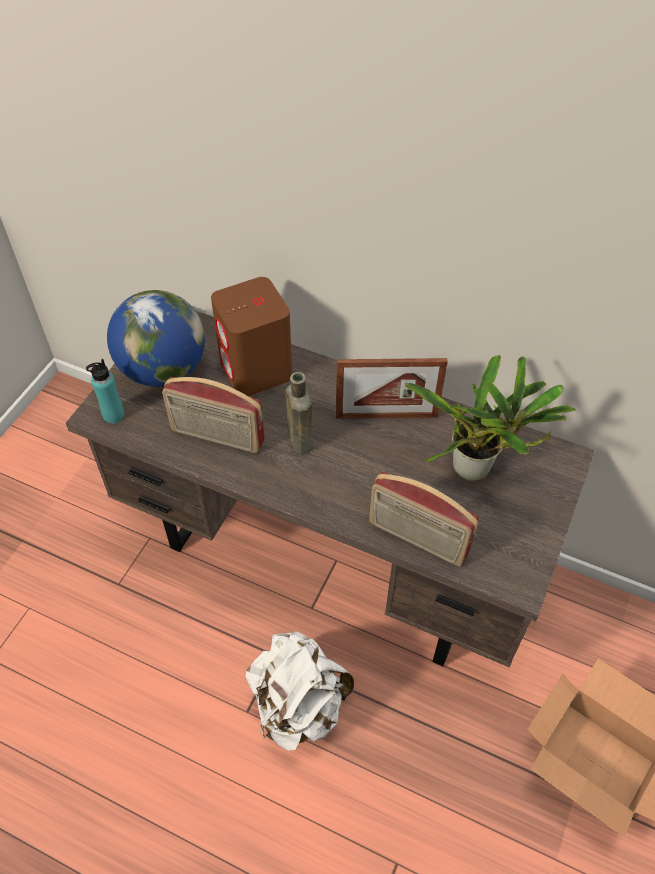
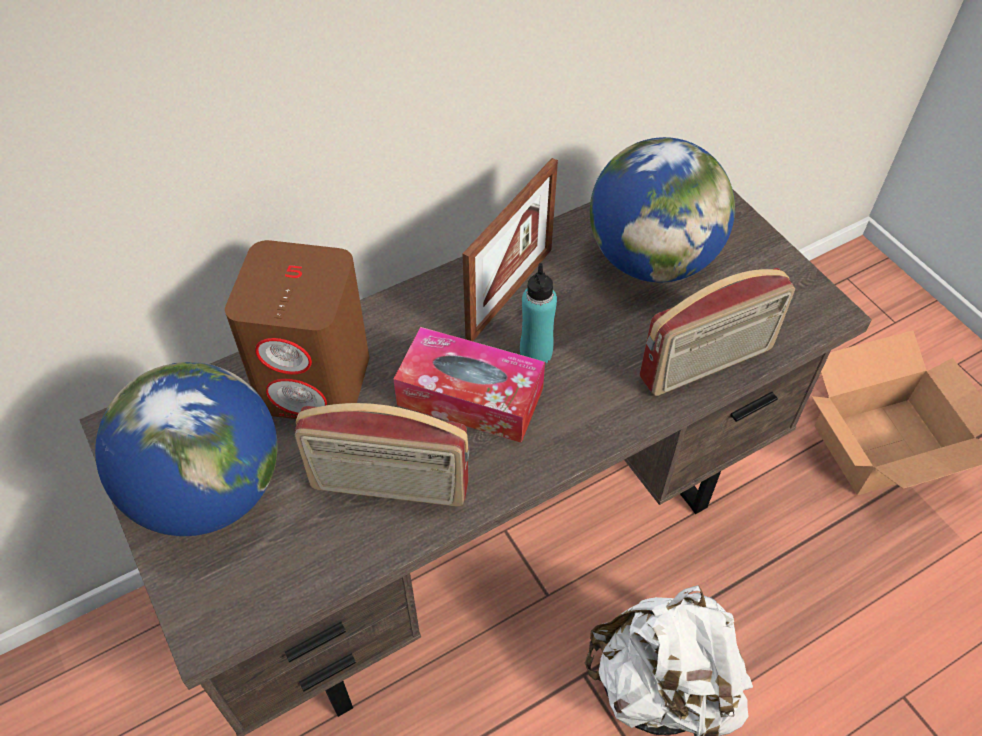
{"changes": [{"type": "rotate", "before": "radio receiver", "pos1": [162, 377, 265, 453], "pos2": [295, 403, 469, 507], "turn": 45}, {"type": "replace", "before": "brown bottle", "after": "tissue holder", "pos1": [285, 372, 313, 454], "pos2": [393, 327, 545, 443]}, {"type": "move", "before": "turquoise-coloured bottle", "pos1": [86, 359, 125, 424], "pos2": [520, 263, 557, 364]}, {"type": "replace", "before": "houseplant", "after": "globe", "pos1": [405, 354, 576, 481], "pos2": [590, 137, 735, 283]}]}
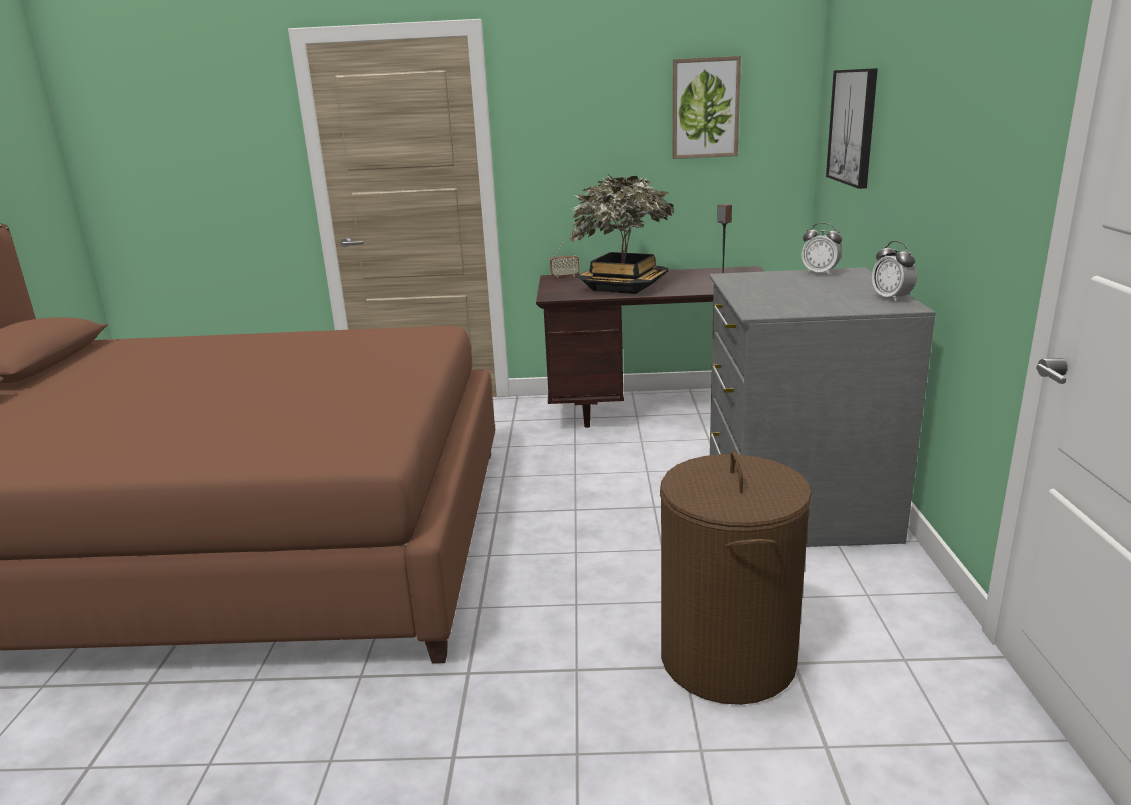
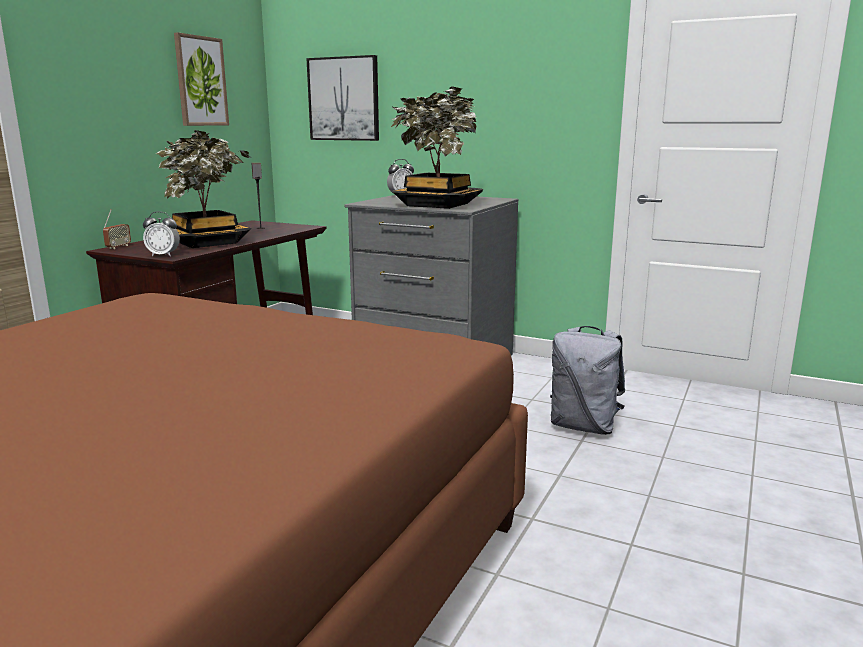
{"changes": [{"type": "move", "before": "table clock", "pos1": [872, 241, 917, 302], "pos2": [143, 211, 180, 257]}, {"type": "insert", "after": "houseplant", "pos2": [390, 86, 484, 209]}, {"type": "replace", "before": "brown washing basket", "after": "gray rucksack", "pos1": [660, 451, 812, 705], "pos2": [550, 326, 625, 435]}]}
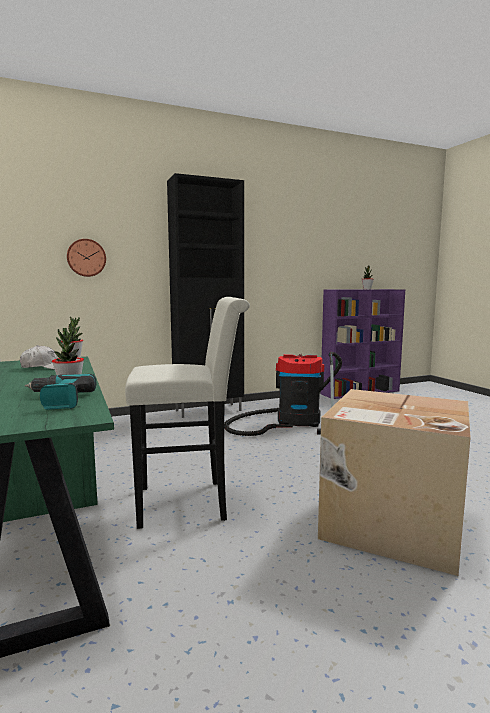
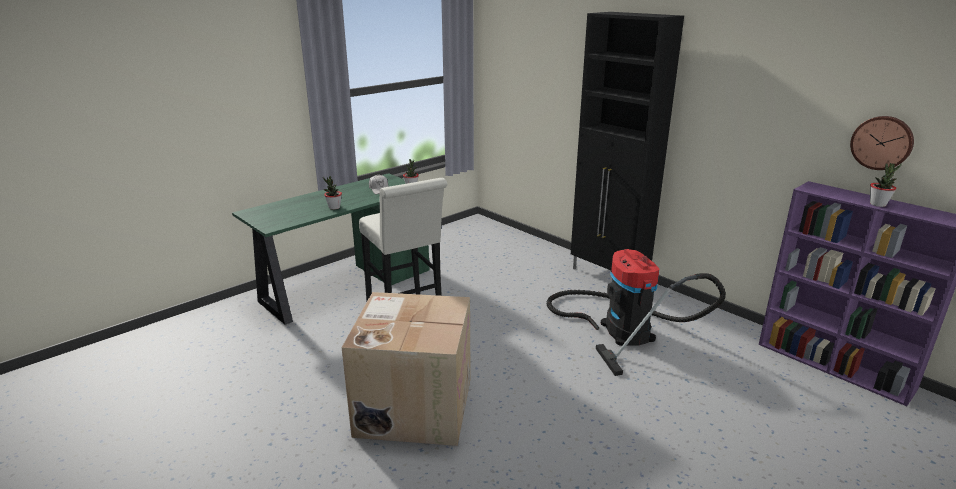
{"changes": [{"type": "move", "before": "clock on the wall", "pos1": [67, 239, 106, 277], "pos2": [850, 116, 914, 170]}, {"type": "delete", "before": "power drill", "pos1": [25, 374, 96, 410]}]}
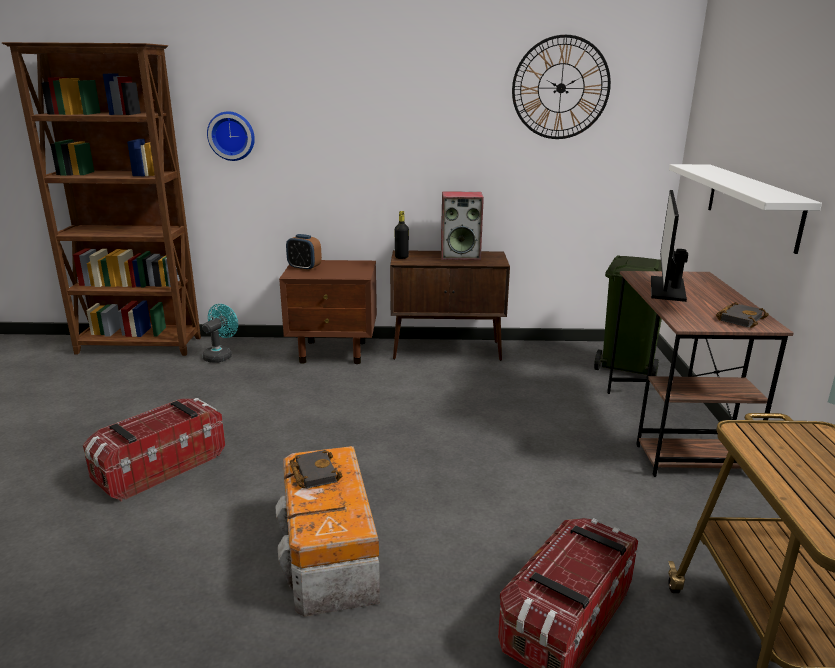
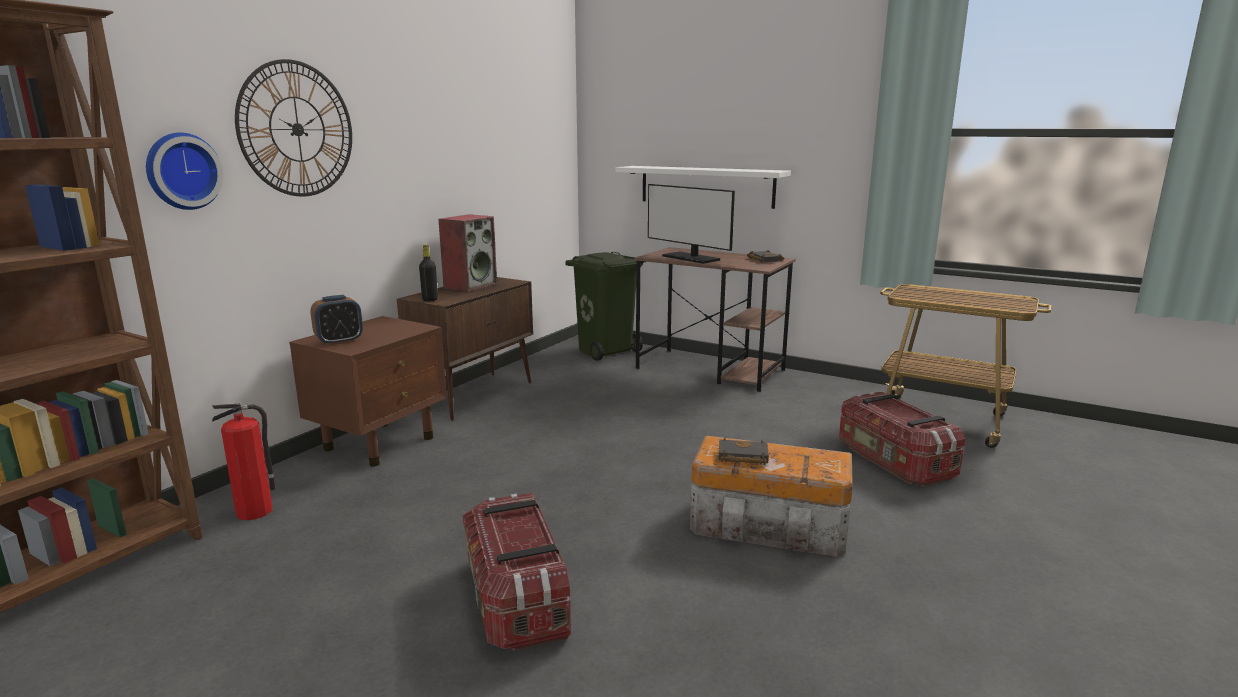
{"changes": [{"type": "replace", "before": "turquoise-coloured electric fan", "after": "fire-fighting cylinder", "pos1": [202, 304, 238, 363], "pos2": [212, 404, 275, 520]}, {"type": "move", "before": "clock on the wall", "pos1": [512, 35, 611, 139], "pos2": [235, 59, 352, 197]}]}
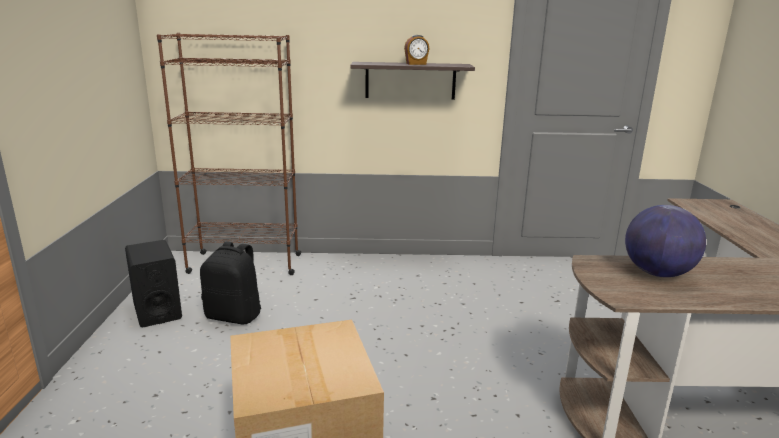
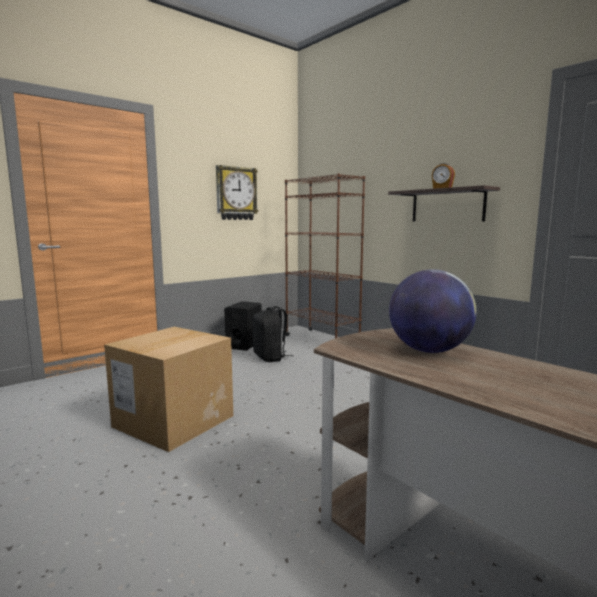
{"changes": [{"type": "insert", "after": "clock on the wall", "pos2": [216, 165, 258, 220]}]}
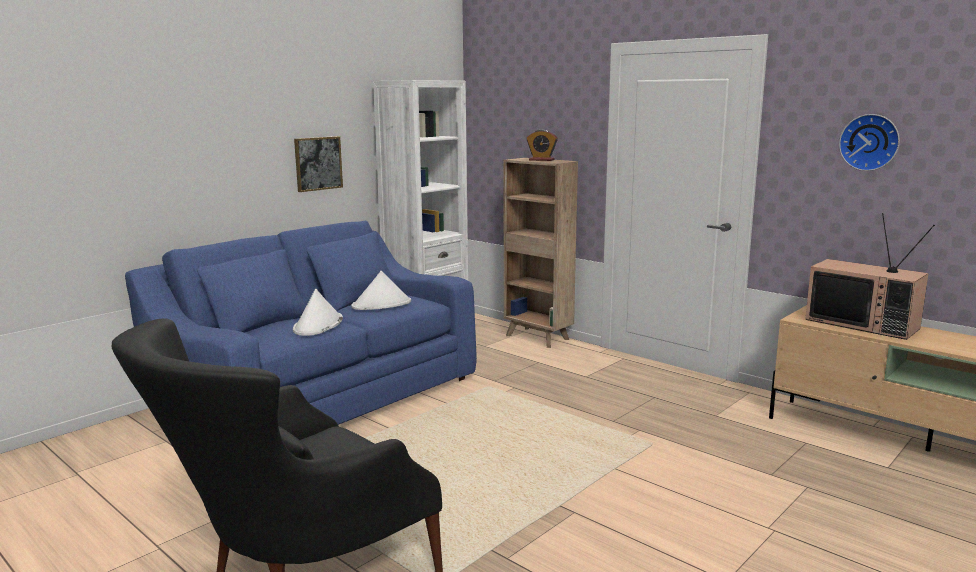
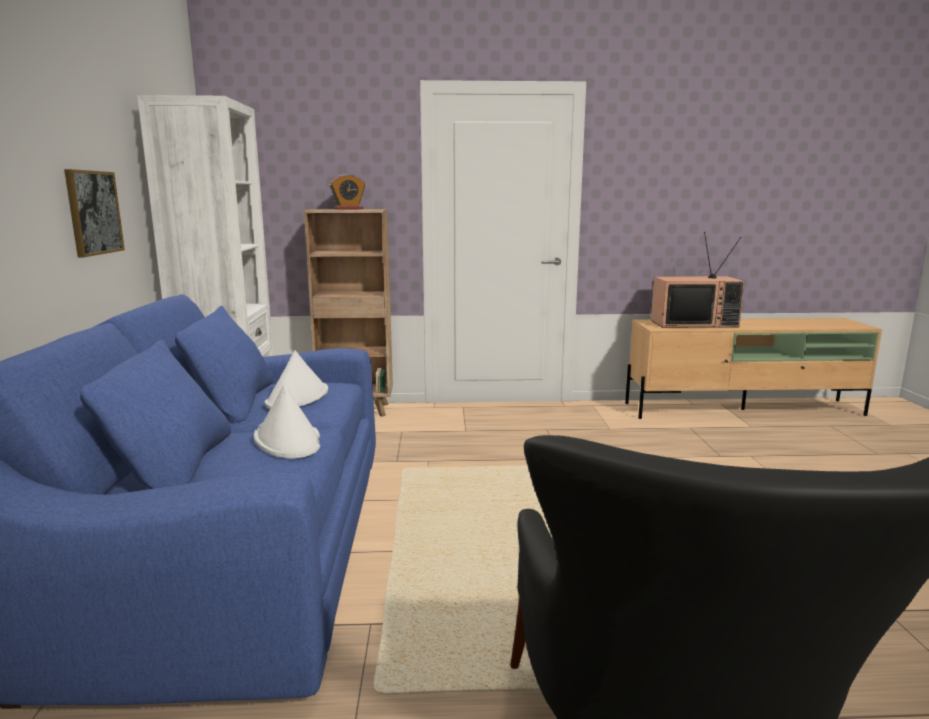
{"changes": [{"type": "delete", "before": "clock on the wall", "pos1": [839, 114, 900, 171]}]}
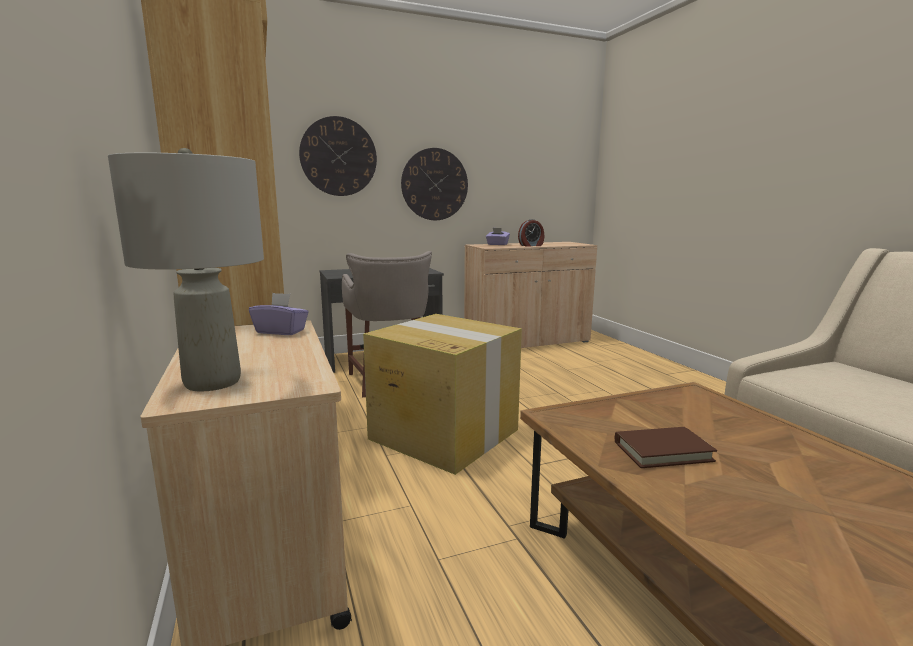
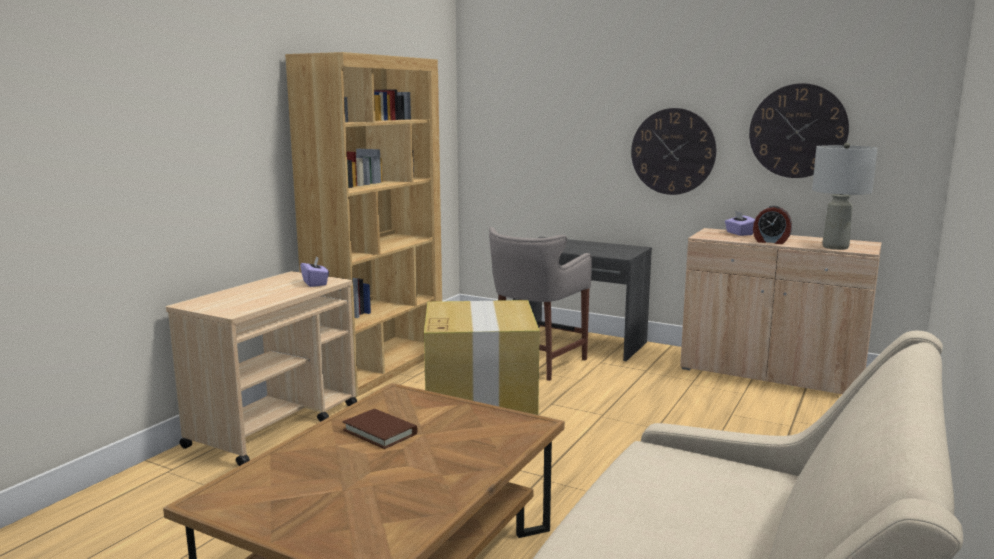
{"changes": [{"type": "move", "before": "clock on the wall", "pos1": [299, 116, 377, 196], "pos2": [749, 83, 849, 178]}, {"type": "move", "before": "gray lamp for a table", "pos1": [108, 148, 264, 391], "pos2": [812, 143, 878, 250]}]}
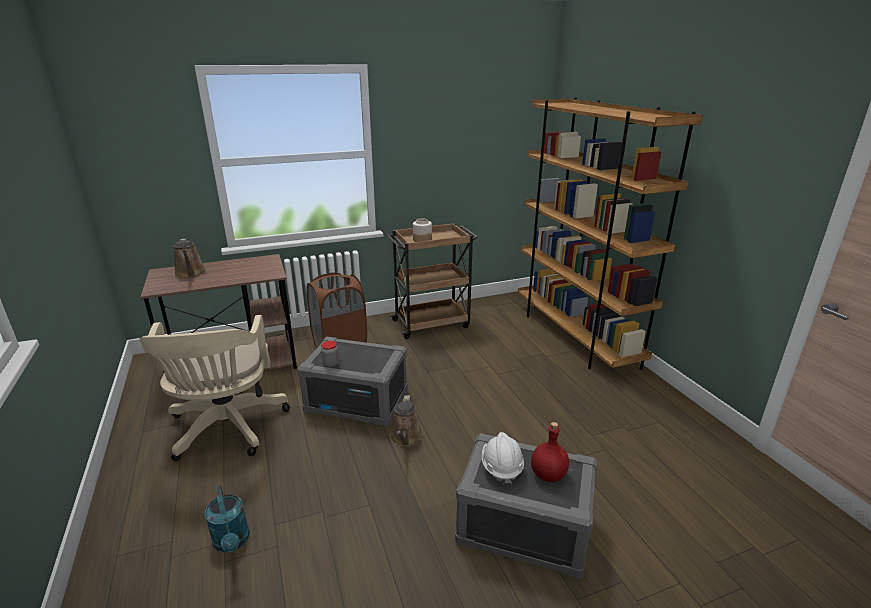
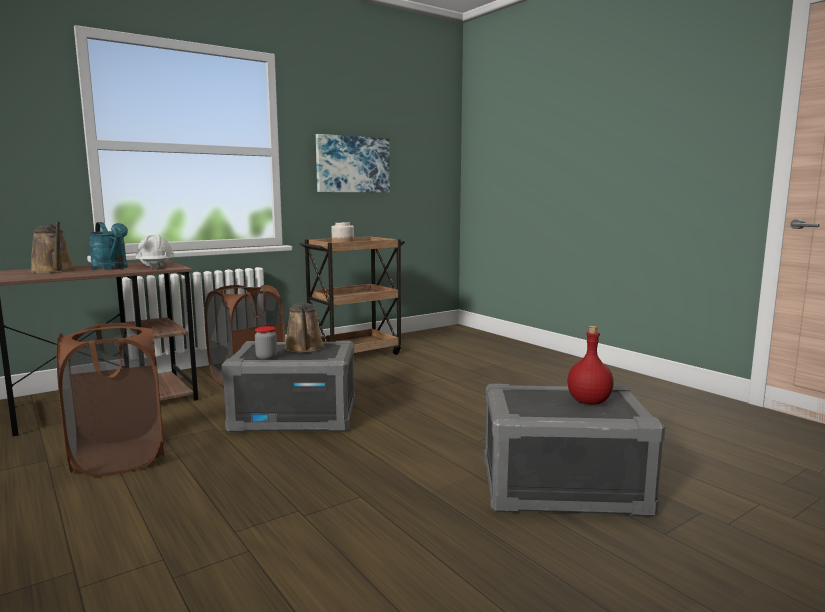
{"changes": [{"type": "replace", "before": "beige office chair", "after": "brown washing basket", "pos1": [140, 315, 290, 461], "pos2": [56, 323, 164, 477]}, {"type": "move", "before": "turquoise-coloured sprinkling can", "pos1": [204, 485, 250, 552], "pos2": [88, 222, 128, 270]}, {"type": "move", "before": "white-coloured hard hat", "pos1": [482, 432, 524, 486], "pos2": [135, 235, 174, 269]}, {"type": "move", "before": "brown sprinkling can", "pos1": [390, 395, 423, 447], "pos2": [285, 302, 324, 353]}, {"type": "insert", "after": "wall picture", "pos2": [316, 134, 390, 192]}, {"type": "delete", "before": "brown bookcase", "pos1": [518, 98, 703, 370]}]}
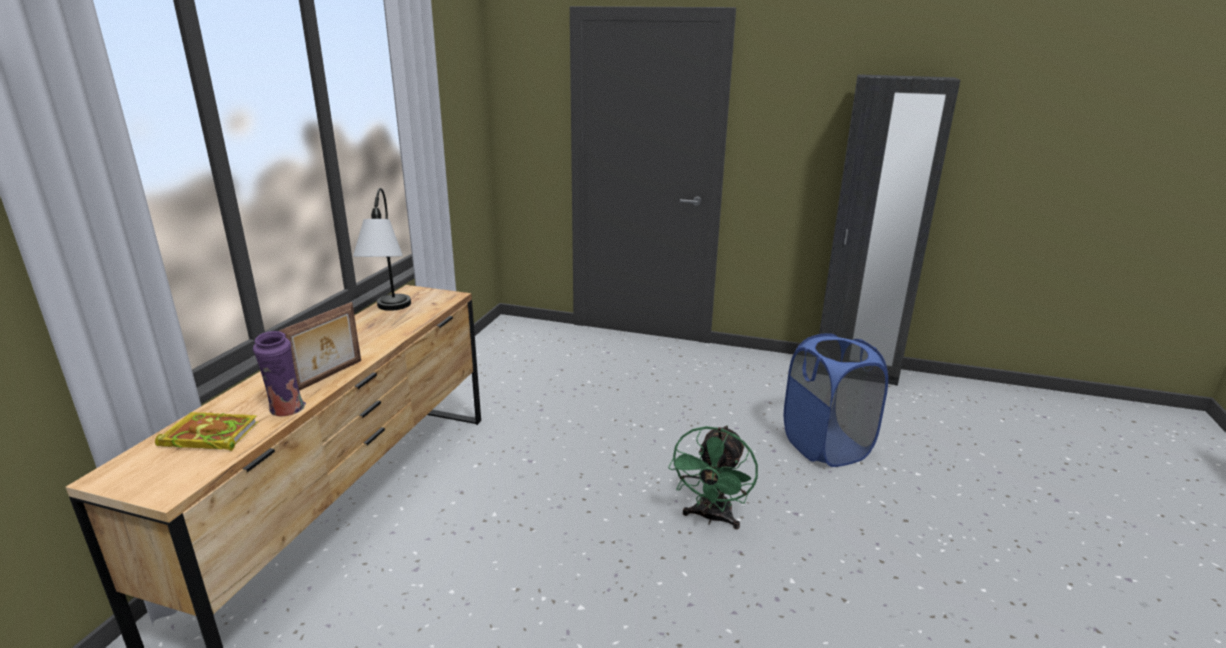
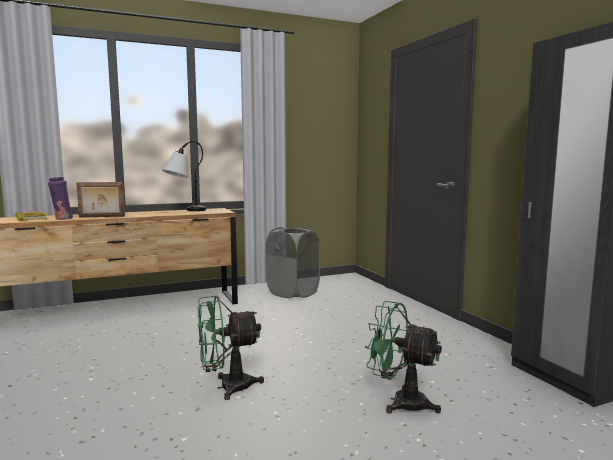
{"changes": [{"type": "insert", "after": "gray washing basket", "pos2": [265, 227, 320, 298]}, {"type": "replace", "before": "blue-coloured washing basket", "after": "greenish electric fan", "pos1": [784, 333, 888, 467], "pos2": [365, 301, 442, 413]}]}
